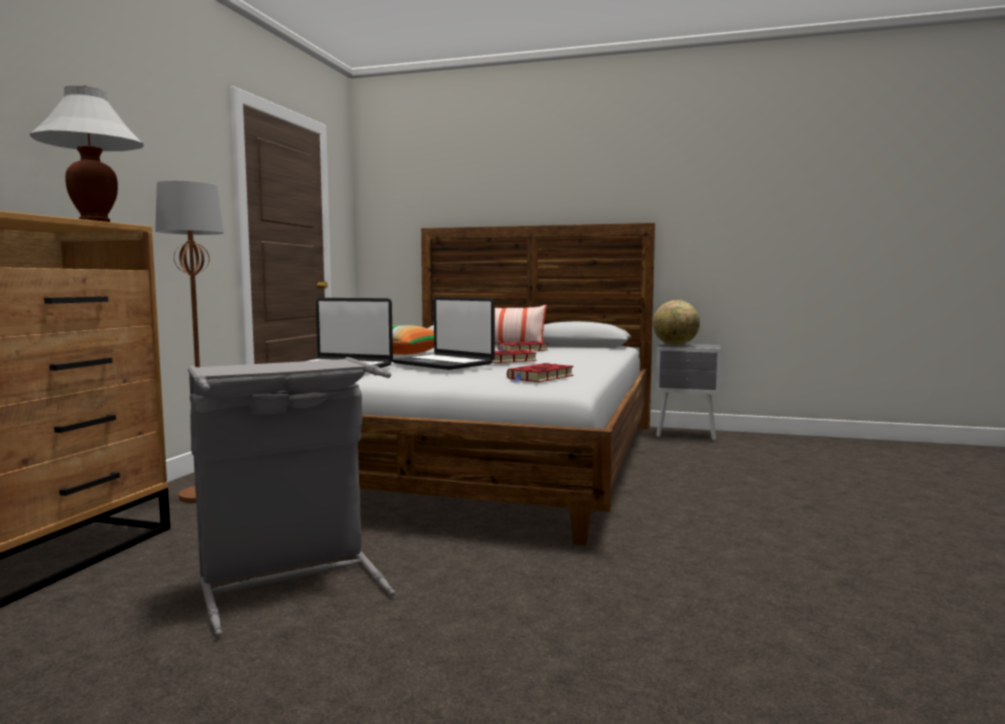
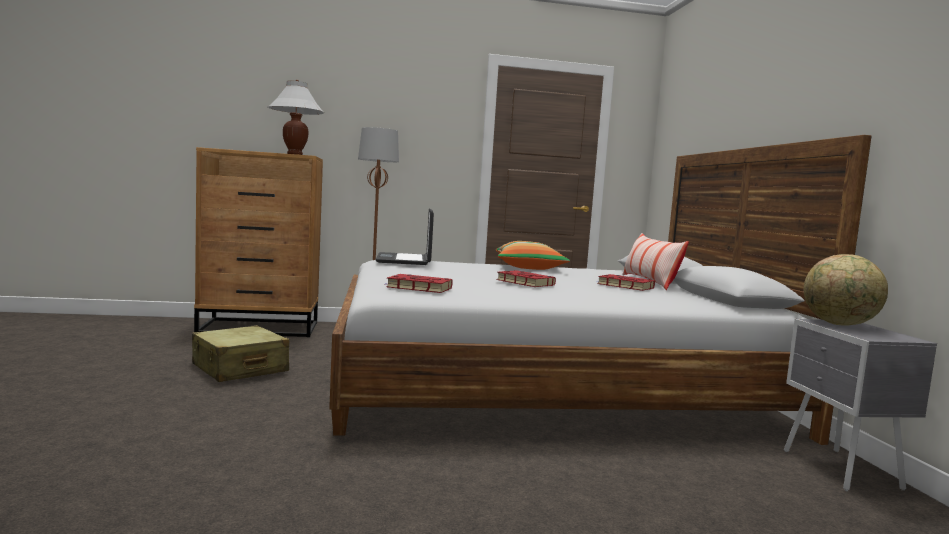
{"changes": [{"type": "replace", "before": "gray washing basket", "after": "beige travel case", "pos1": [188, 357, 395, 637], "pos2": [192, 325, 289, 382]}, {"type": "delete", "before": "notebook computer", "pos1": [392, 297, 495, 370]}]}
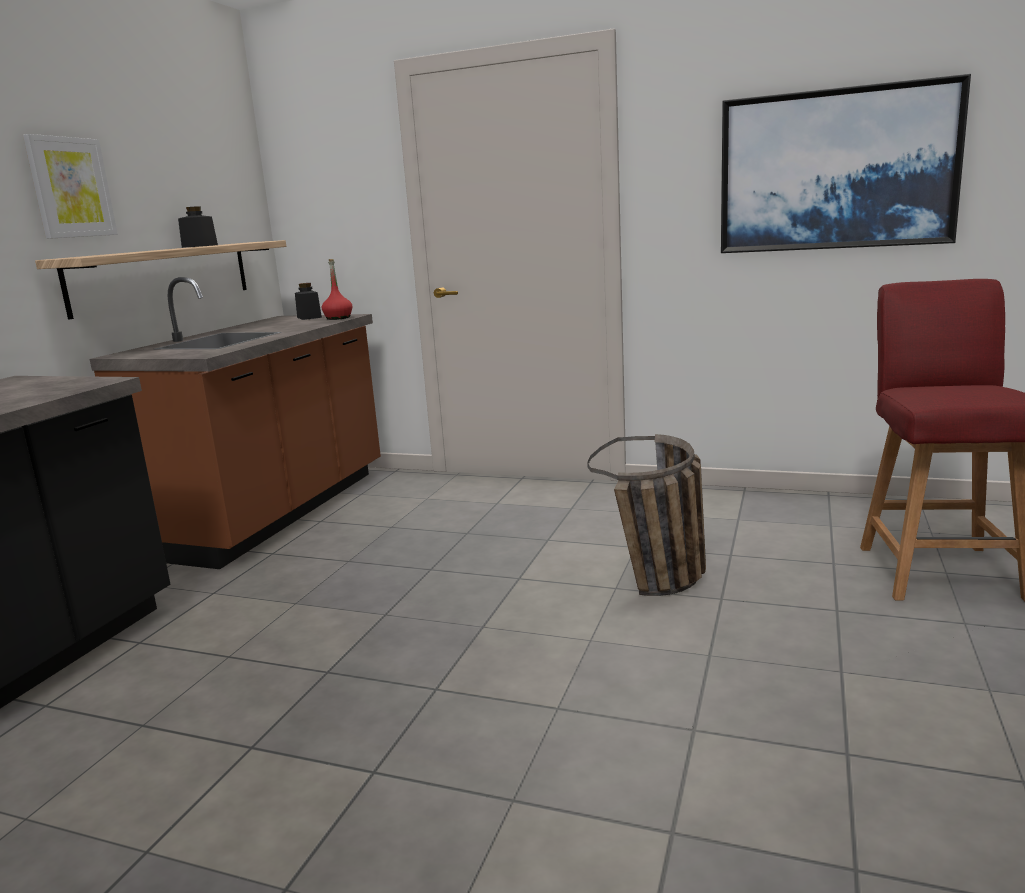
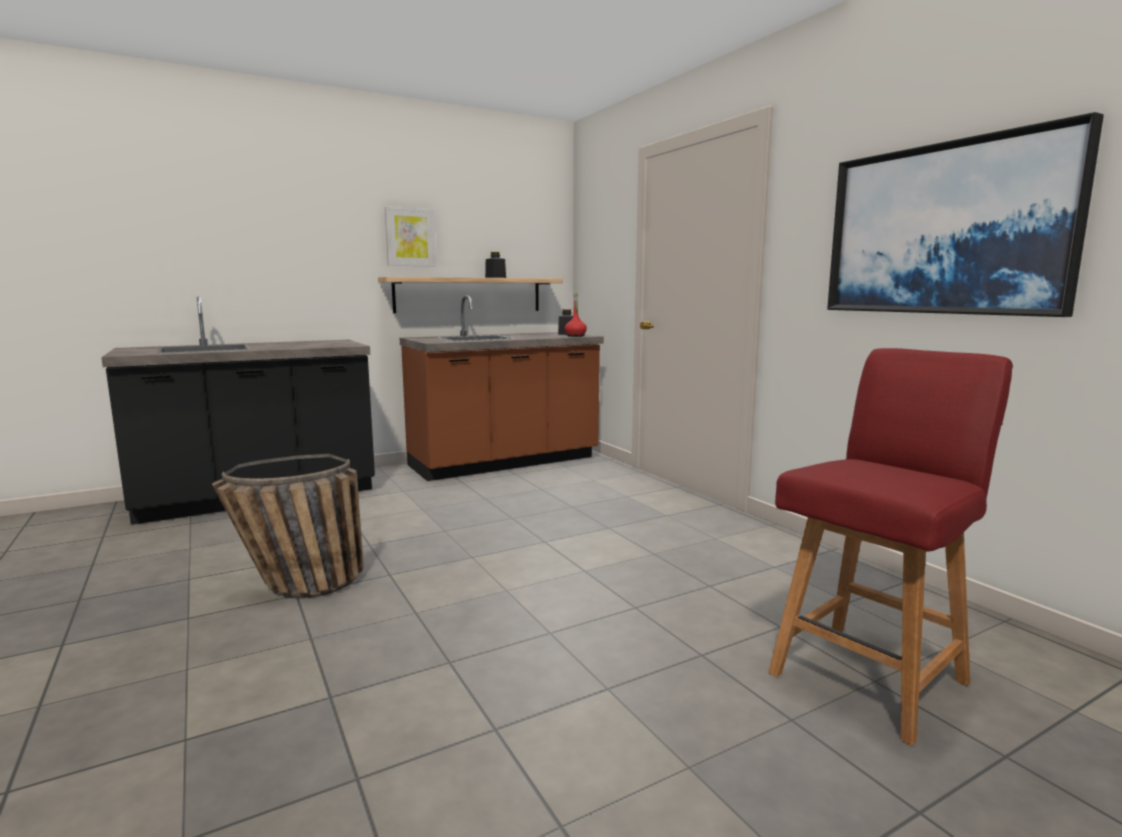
{"changes": [{"type": "move", "before": "household basket", "pos1": [587, 434, 706, 596], "pos2": [212, 454, 364, 598]}]}
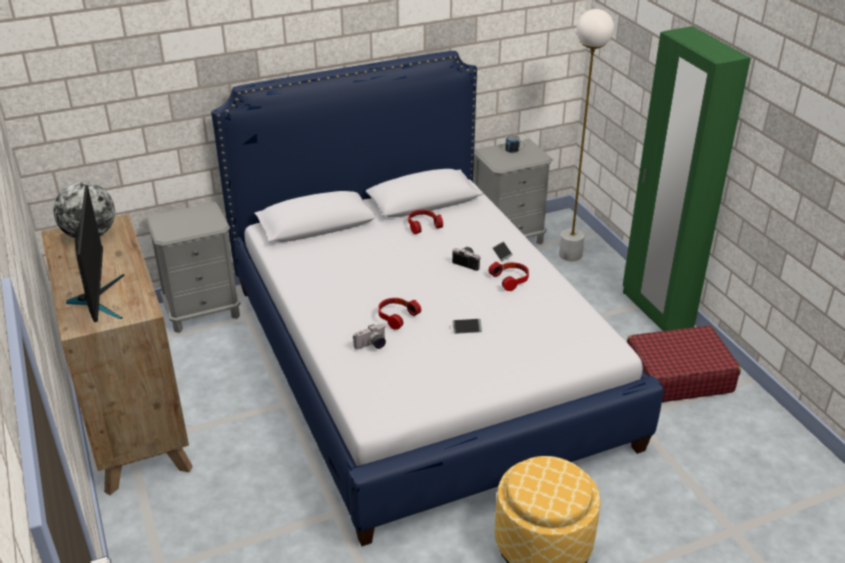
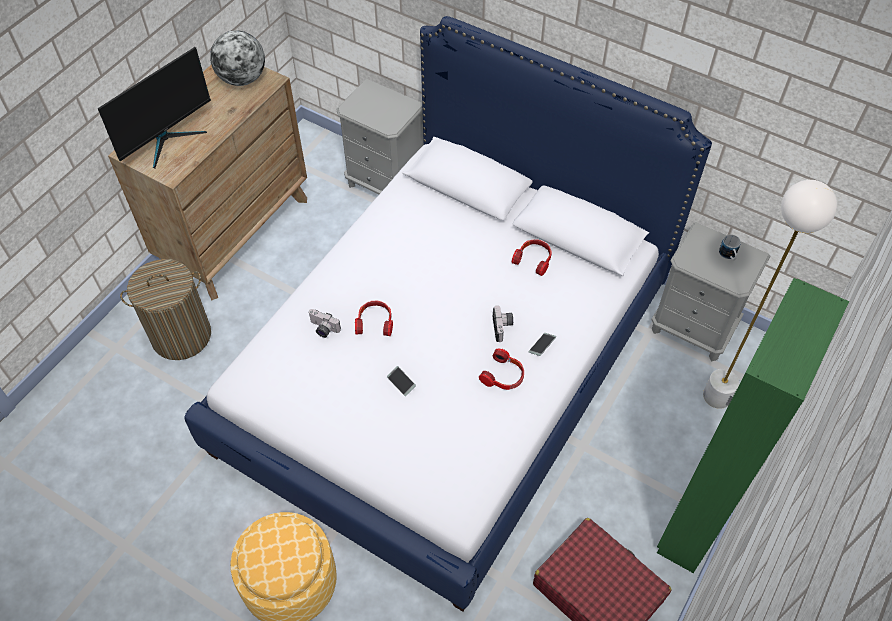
{"changes": [{"type": "insert", "after": "washing basket", "pos2": [120, 259, 211, 360]}]}
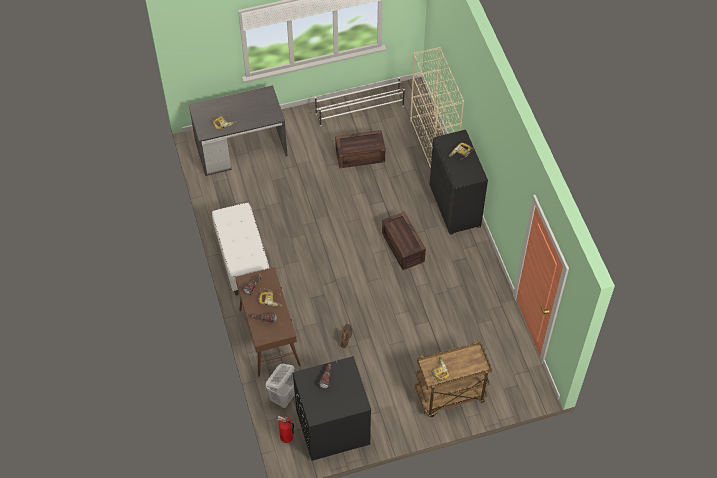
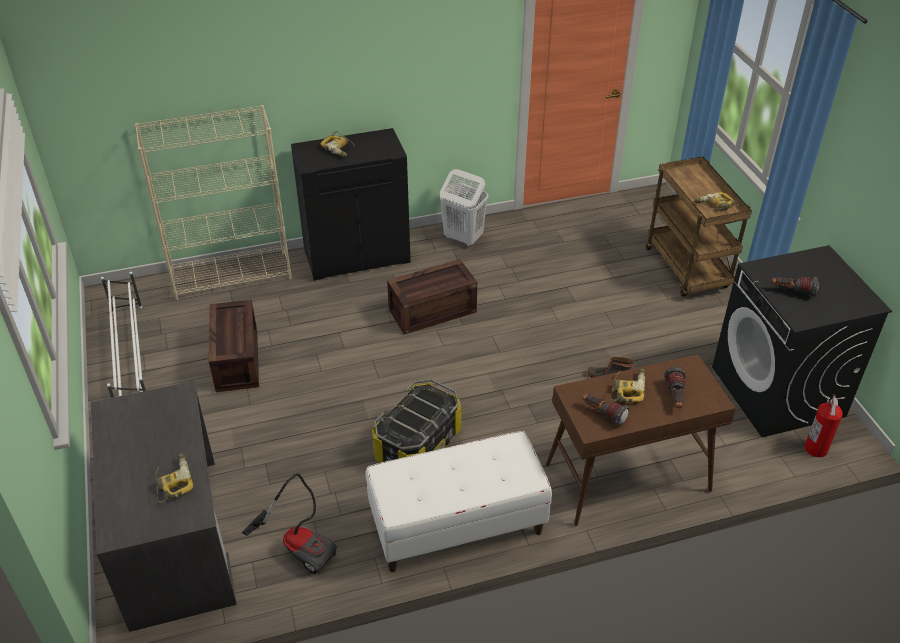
{"changes": [{"type": "insert", "after": "hoover", "pos2": [242, 473, 337, 574]}, {"type": "insert", "after": "storage container", "pos2": [372, 379, 461, 463]}, {"type": "move", "before": "white-coloured washing basket", "pos1": [266, 364, 295, 408], "pos2": [440, 169, 488, 246]}]}
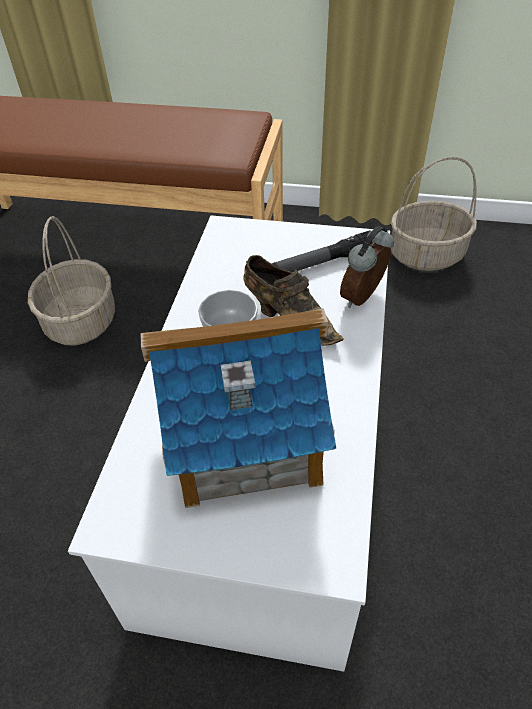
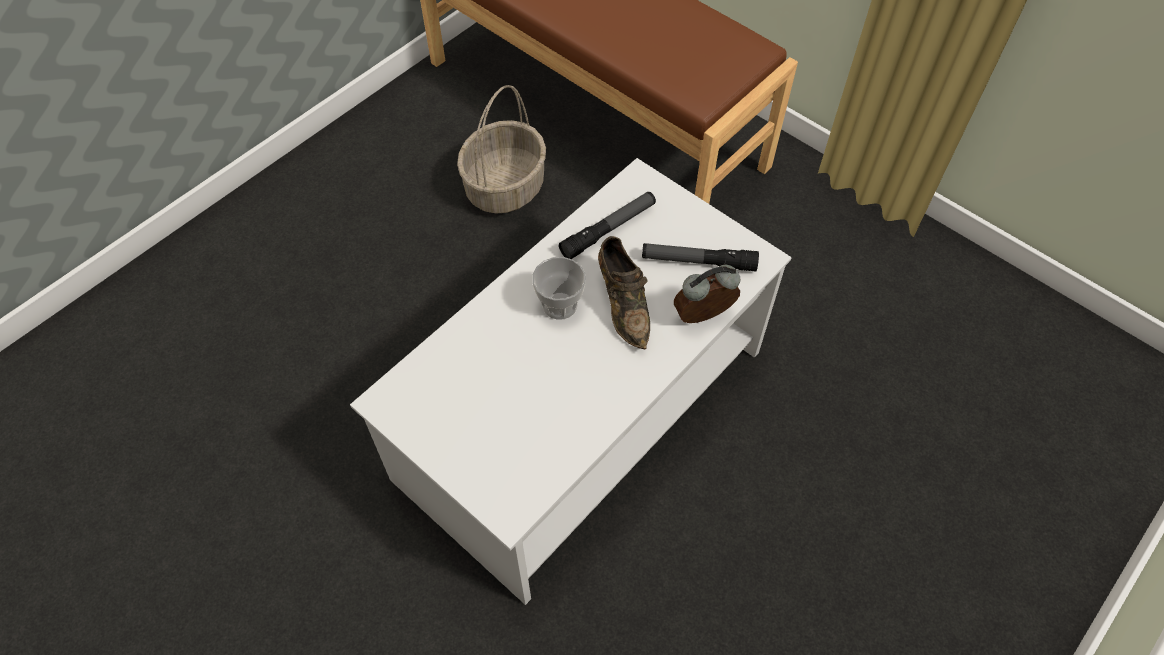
{"changes": [{"type": "insert", "after": "torch", "pos2": [559, 192, 656, 259]}, {"type": "delete", "before": "model house", "pos1": [140, 308, 336, 508]}, {"type": "delete", "before": "household basket", "pos1": [391, 156, 477, 271]}]}
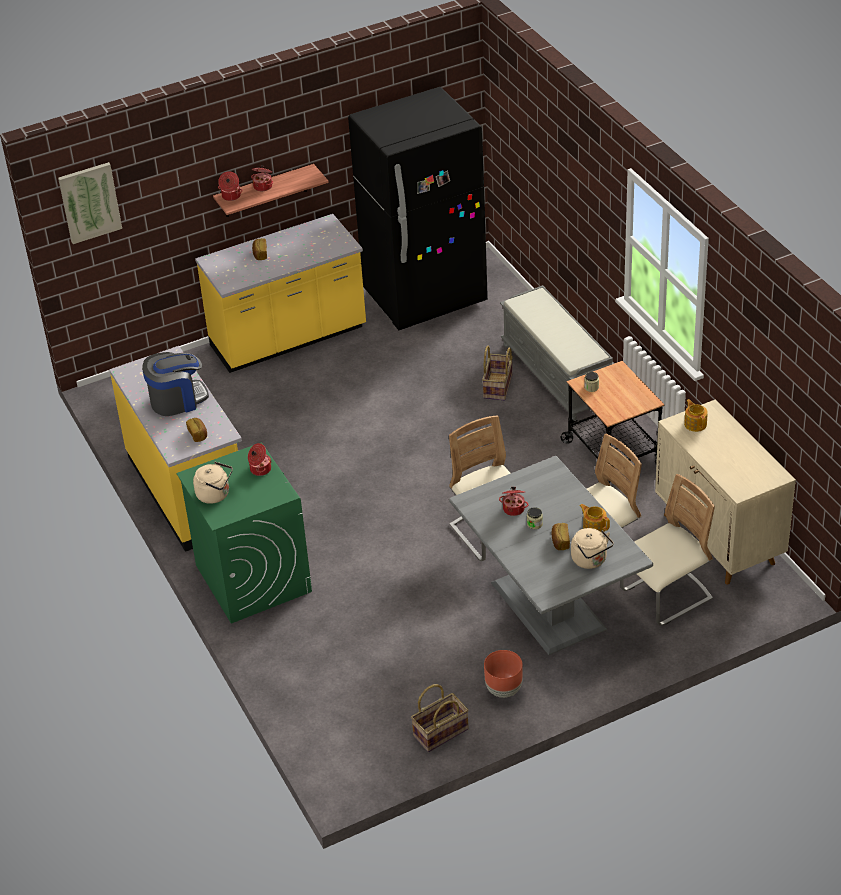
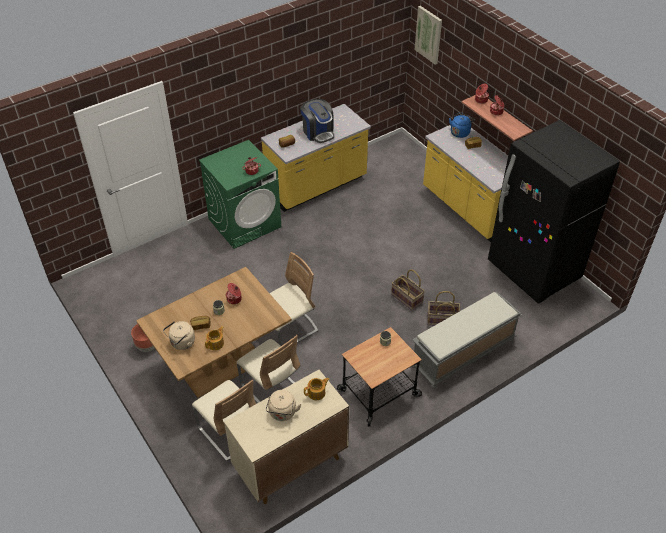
{"changes": [{"type": "recolor", "before": "gray dining table", "after": "brown dining table", "pos1": [449, 456, 653, 655], "pos2": [136, 267, 292, 398]}, {"type": "move", "before": "beige kettle", "pos1": [193, 462, 233, 504], "pos2": [266, 390, 302, 421]}, {"type": "move", "before": "household basket", "pos1": [411, 684, 469, 752], "pos2": [391, 270, 425, 310]}, {"type": "insert", "after": "blue-coloured kettle", "pos2": [449, 112, 475, 138]}]}
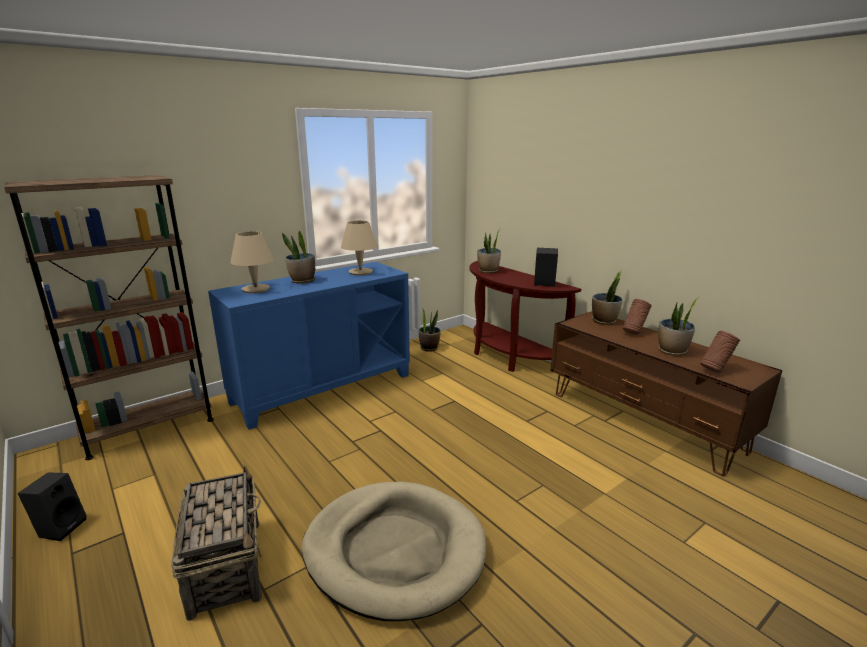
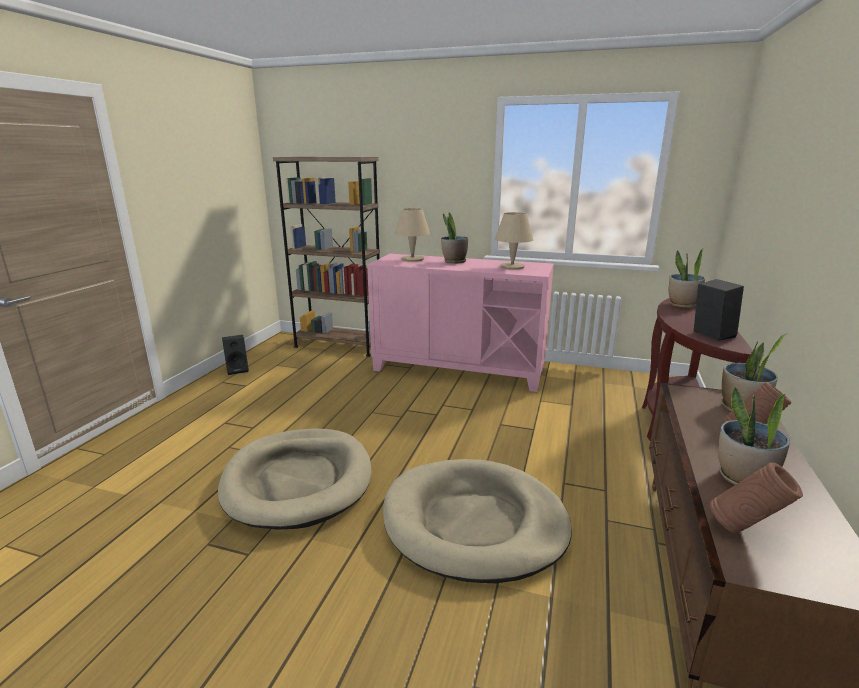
{"changes": [{"type": "recolor", "before": "blue-coloured cabinet", "after": "pinkish cabinet", "pos1": [208, 262, 410, 430], "pos2": [367, 254, 554, 392]}, {"type": "insert", "after": "beige dog cushion", "pos2": [383, 459, 572, 583]}, {"type": "delete", "before": "household basket", "pos1": [171, 465, 262, 621]}, {"type": "delete", "before": "houseplant", "pos1": [419, 307, 441, 352]}]}
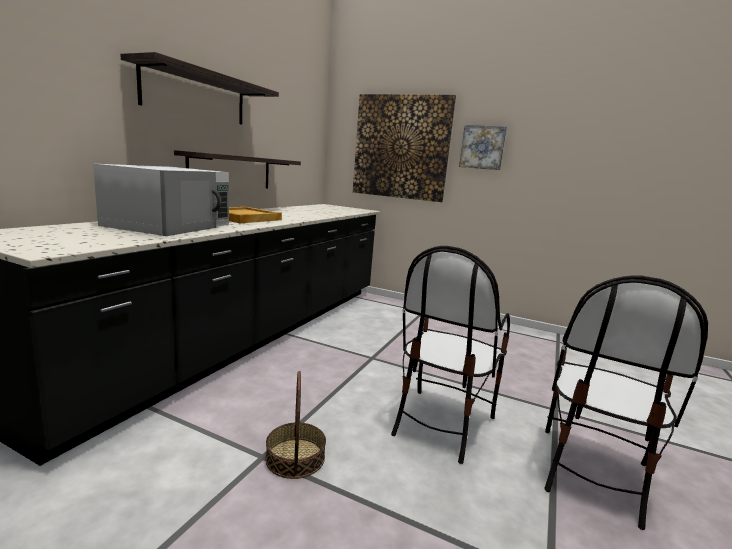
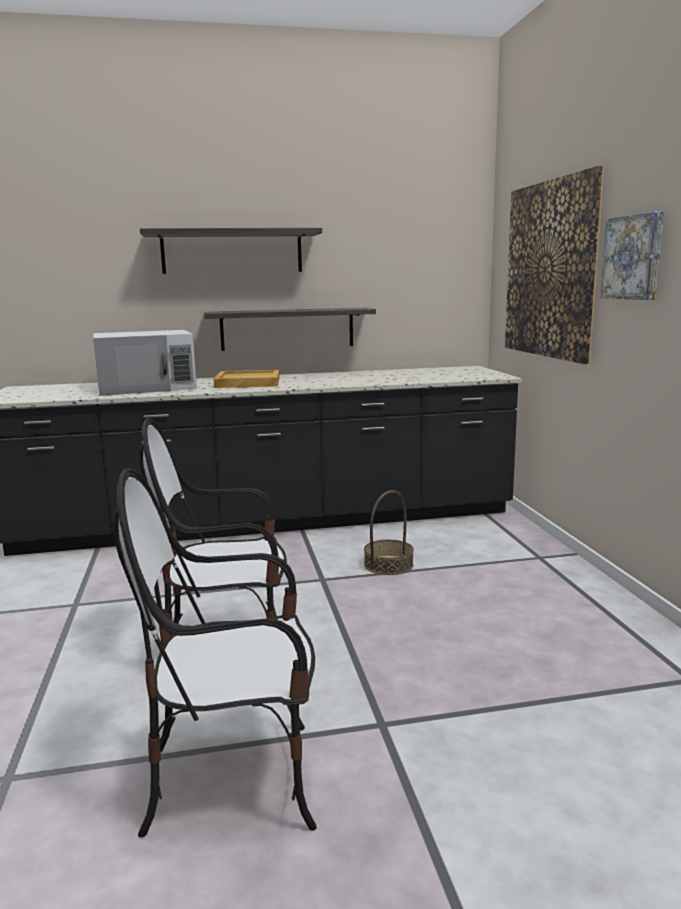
{"changes": [{"type": "move", "before": "household basket", "pos1": [266, 371, 326, 479], "pos2": [364, 490, 414, 575]}]}
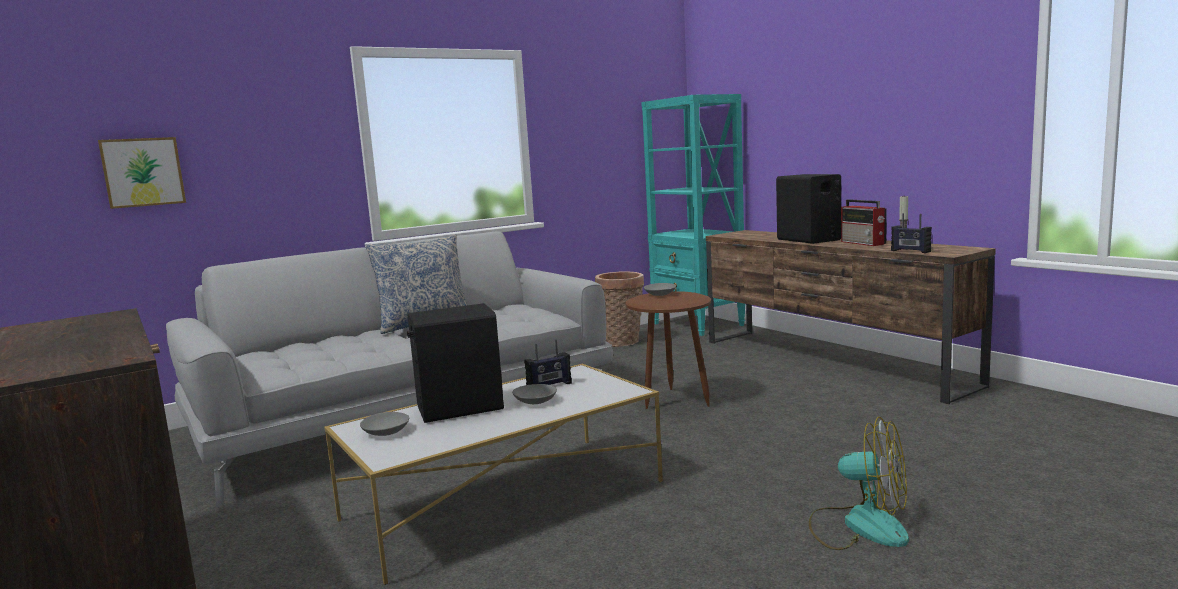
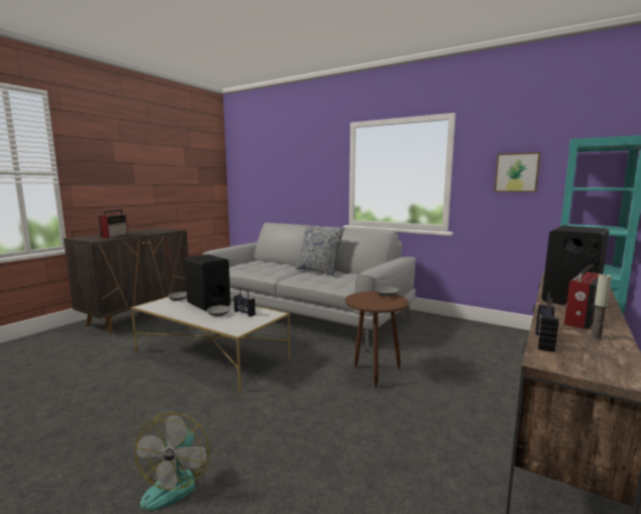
{"changes": [{"type": "insert", "after": "radio receiver", "pos2": [98, 210, 128, 238]}, {"type": "move", "before": "wall picture", "pos1": [98, 137, 186, 209], "pos2": [494, 152, 541, 192]}, {"type": "delete", "before": "household basket", "pos1": [595, 272, 644, 347]}]}
